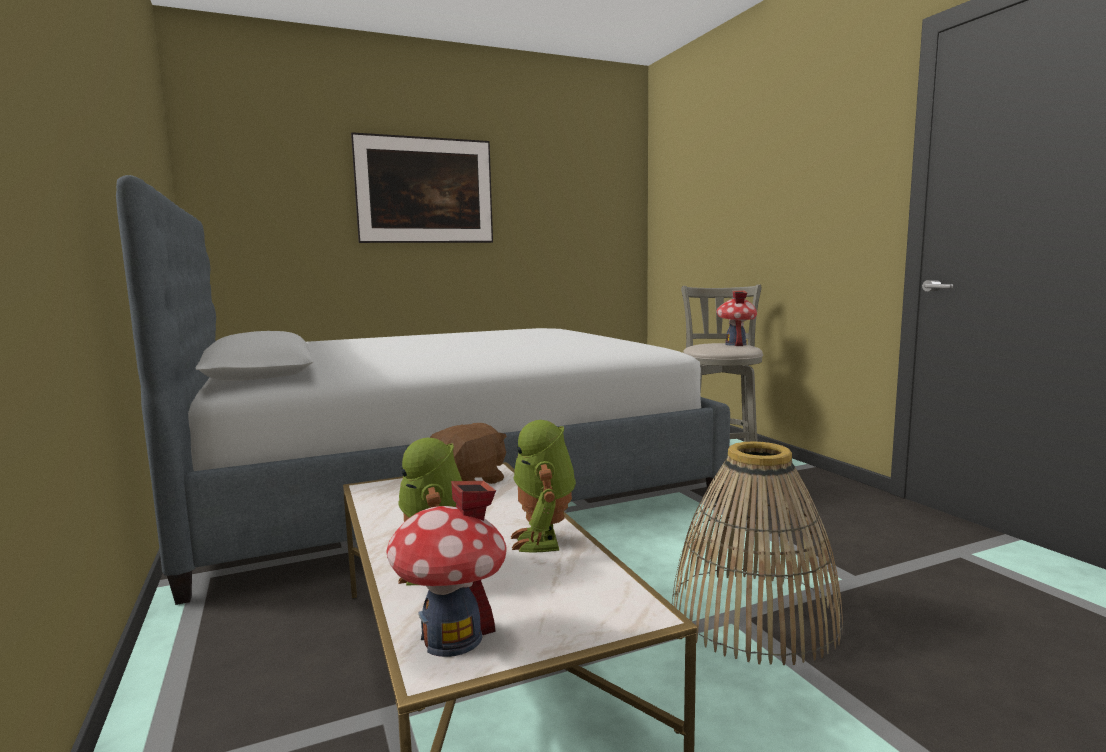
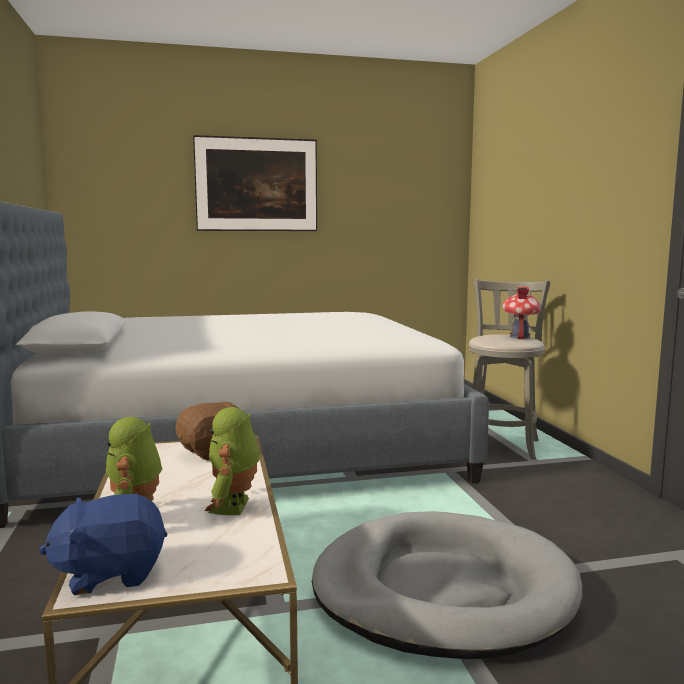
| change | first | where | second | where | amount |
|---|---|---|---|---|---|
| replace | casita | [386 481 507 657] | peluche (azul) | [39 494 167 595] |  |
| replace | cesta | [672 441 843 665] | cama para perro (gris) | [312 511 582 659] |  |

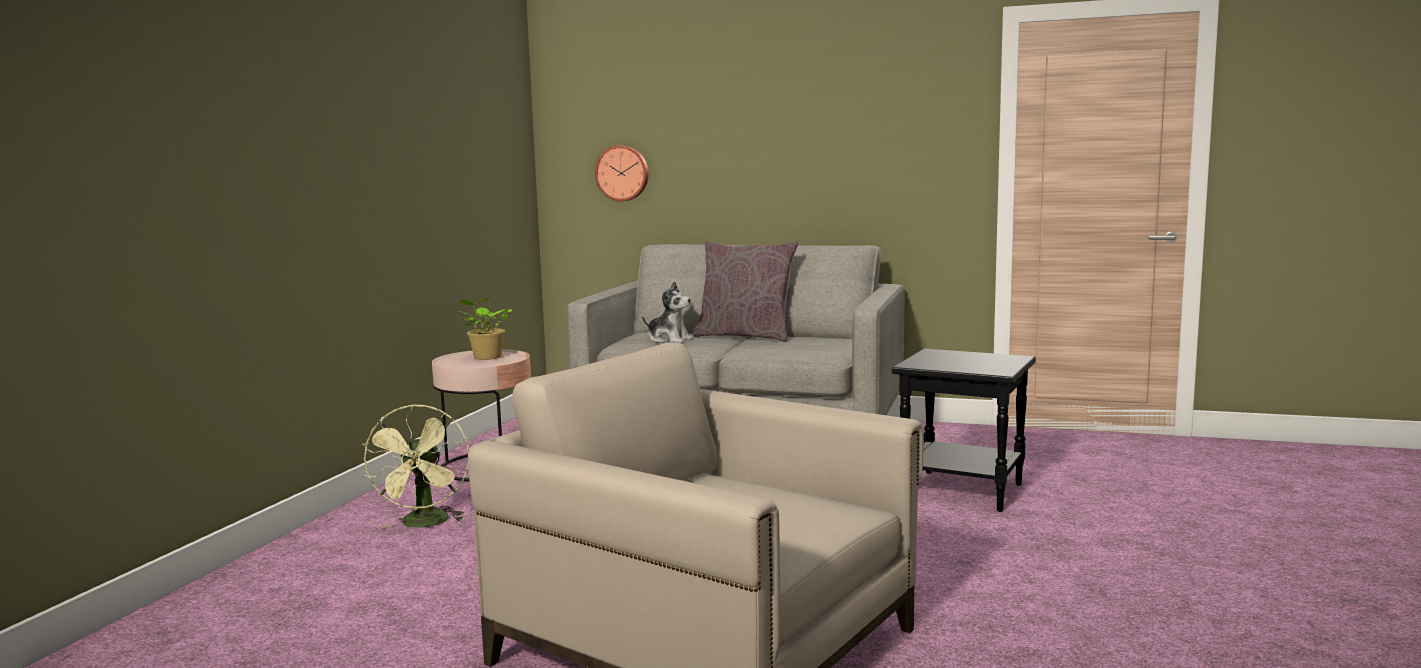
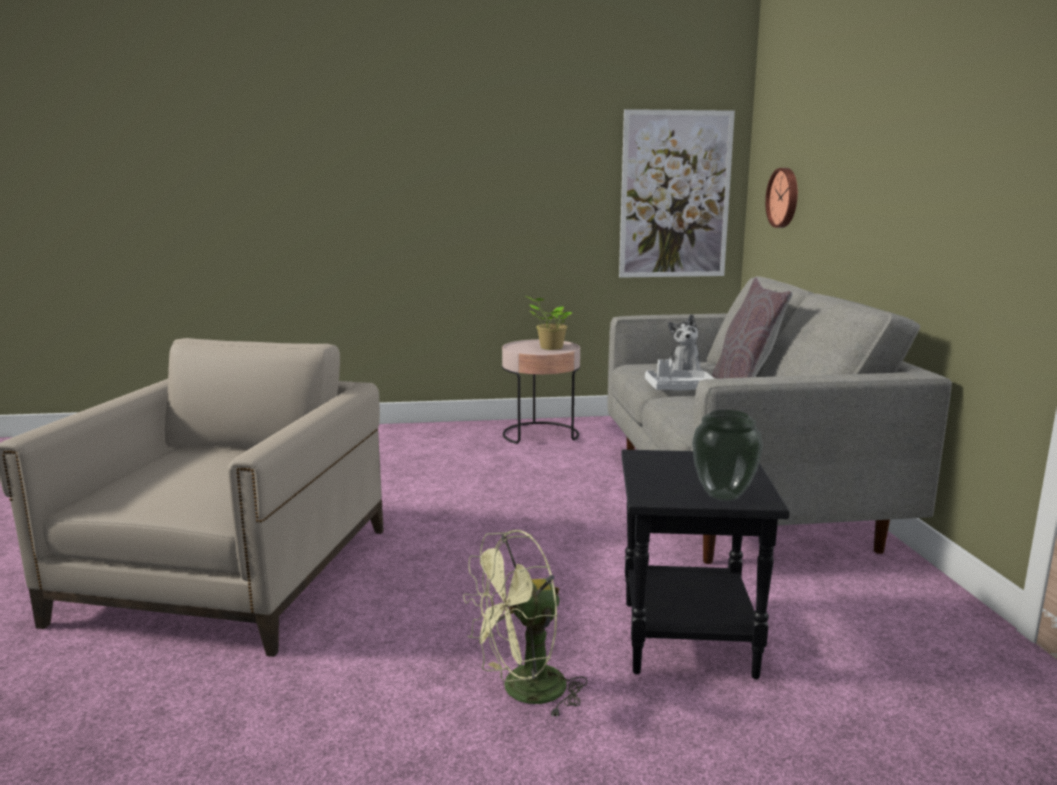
| change | first | where | second | where | amount |
|---|---|---|---|---|---|
| move | ventilador (verde) | [362 404 469 528] |  | [463 530 588 719] |  |
| insert |  |  | cuadro | [619 109 735 278] |  |
| insert |  |  | bandeja (gris) | [645 359 715 390] |  |
| insert |  |  | florero | [692 410 763 501] |  |

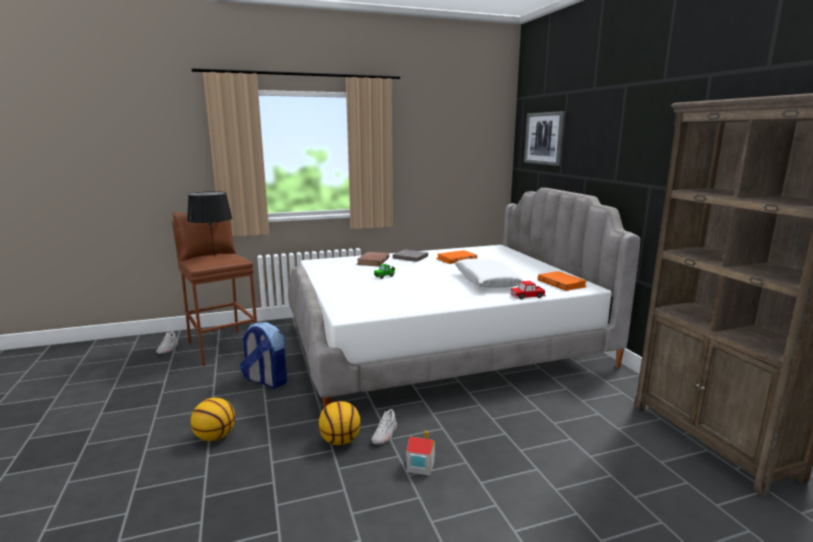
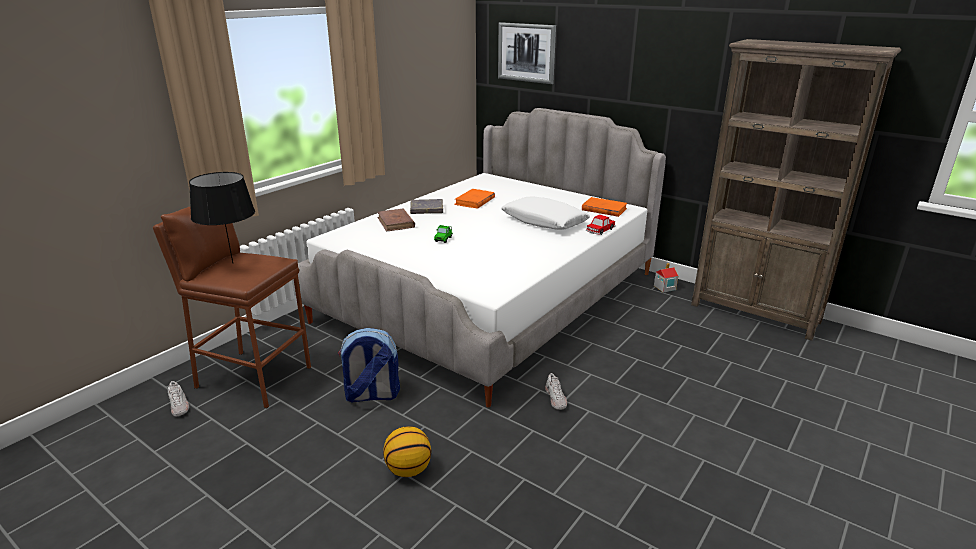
| change | first | where | second | where | amount |
|---|---|---|---|---|---|
| move | casita | [406 431 435 476] |  | [654 263 678 293] |  |
| delete | balón de baloncesto | [319 401 361 445] |  |  |  |

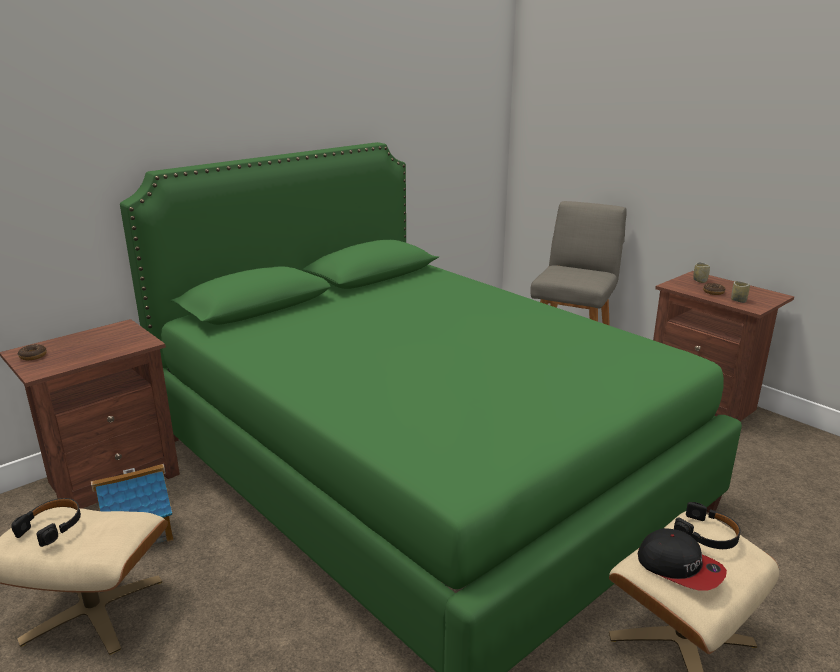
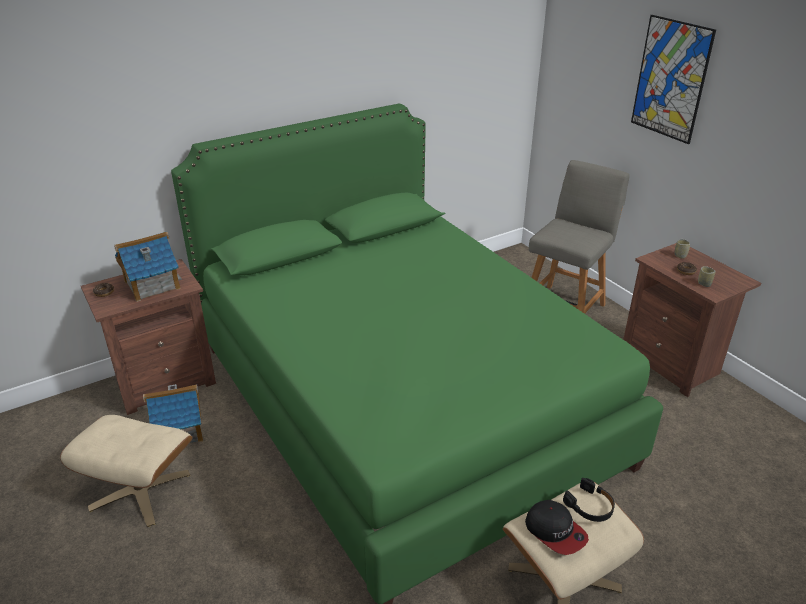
| change | first | where | second | where | amount |
|---|---|---|---|---|---|
| insert |  |  | casita | [114 231 182 302] |  |
| insert |  |  | cuadro | [631 15 716 144] |  |
| delete | auriculares (negro) | [11 498 81 547] |  |  |  |

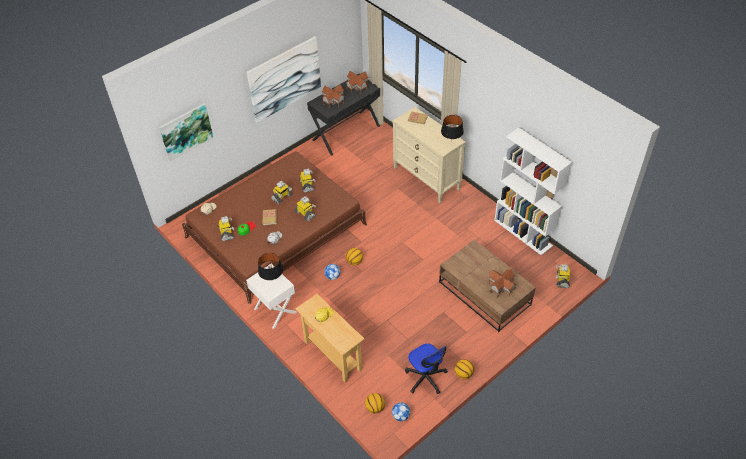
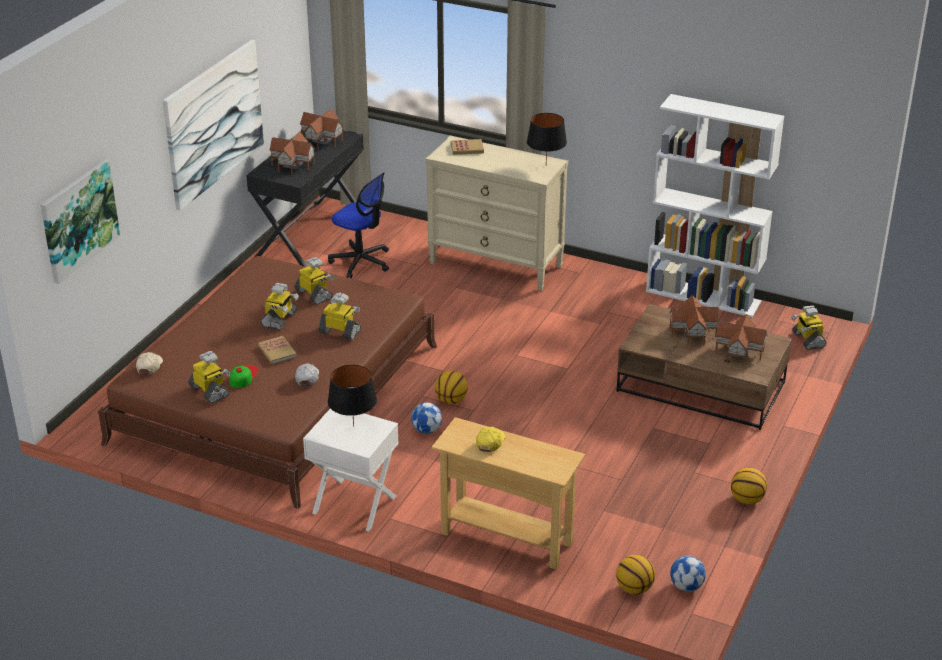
| change | first | where | second | where | amount |
|---|---|---|---|---|---|
| move | silla de oficina | [405 343 448 394] |  | [328 172 389 278] |  |
| insert |  |  | casita | [669 295 720 345] |  |

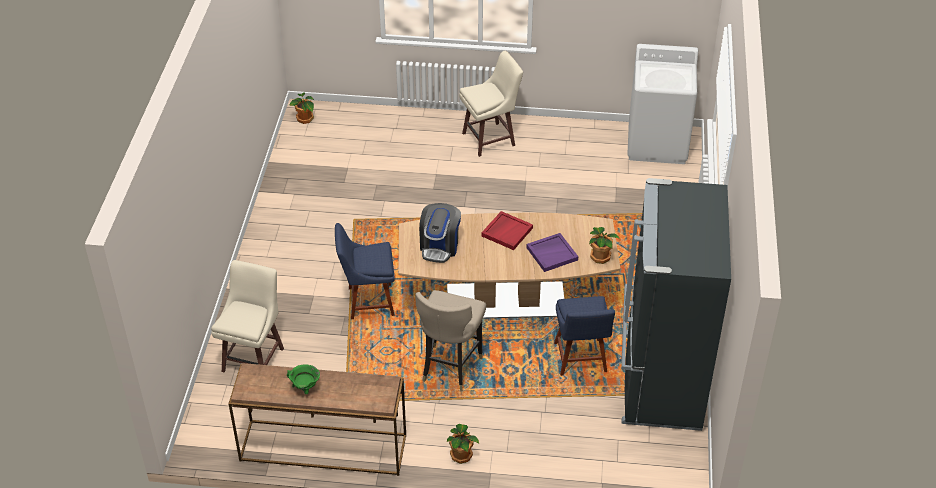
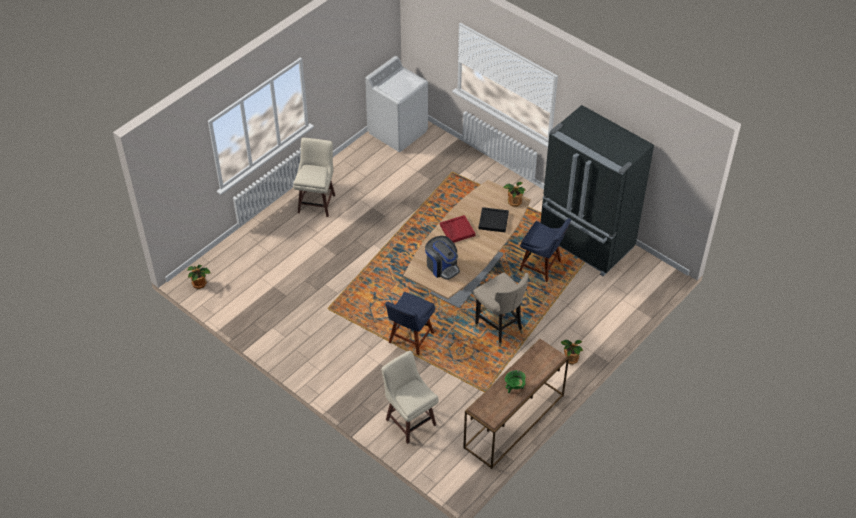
| change | first | where | second | where | amount |
|---|---|---|---|---|---|
| recolor | bandeja (morado) | [527 233 578 272] | bandeja (negro) | [479 207 509 232] |  |

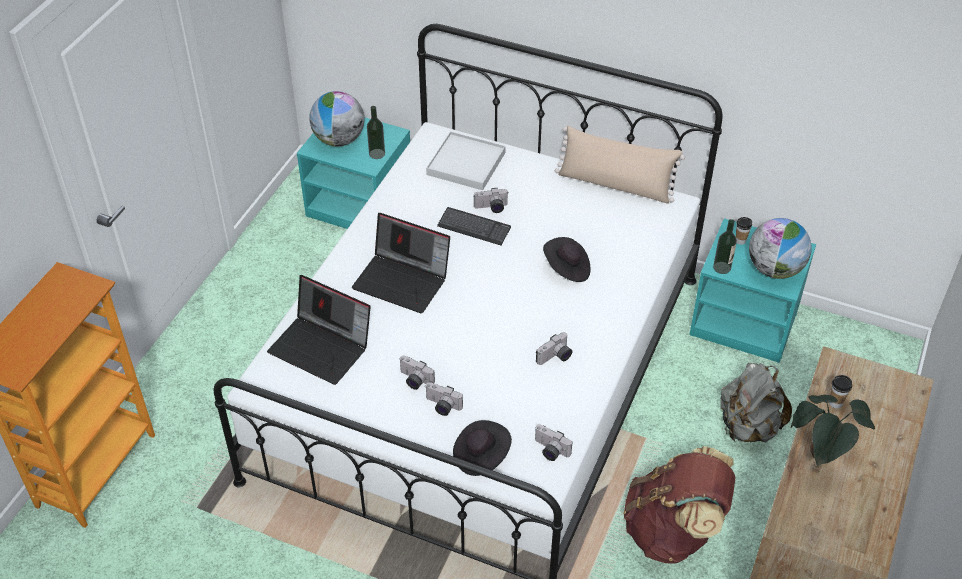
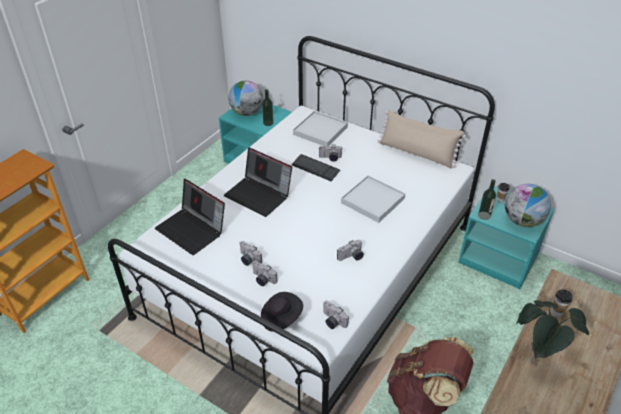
| change | first | where | second | where | amount |
|---|---|---|---|---|---|
| replace | sombrero (negro) | [543 237 591 282] | bandeja (blanco) | [341 175 405 223] |  |
| delete | mochila (gris) | [720 363 792 442] |  |  |  |

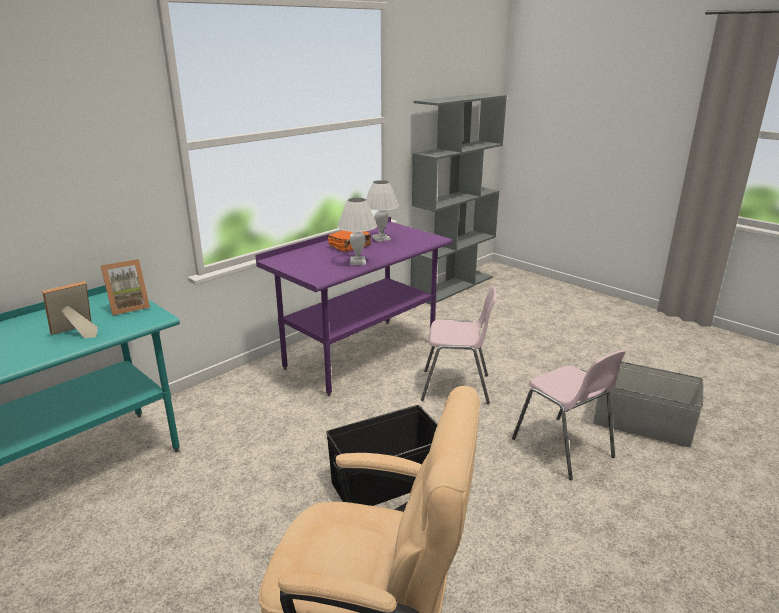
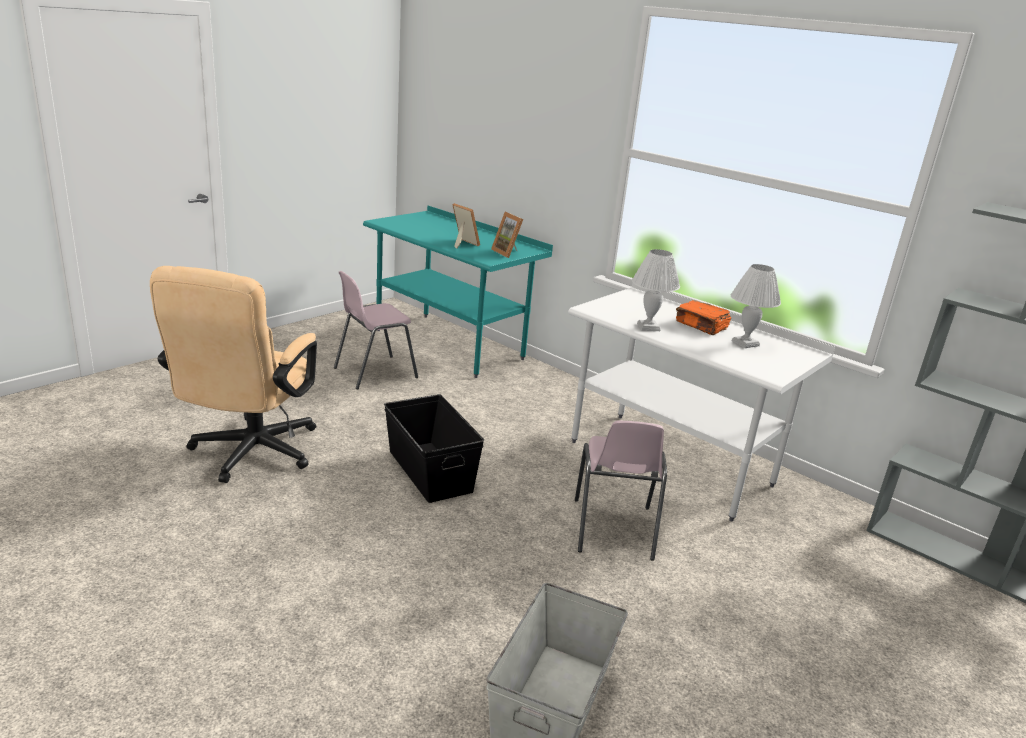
| change | first | where | second | where | amount |
|---|---|---|---|---|---|
| move | silla (rosa) | [512 349 626 480] |  | [334 271 418 389] |  |
| recolor | escritorio (morado) | [255 217 452 396] | escritorio (blanco) | [568 282 835 522] |  |

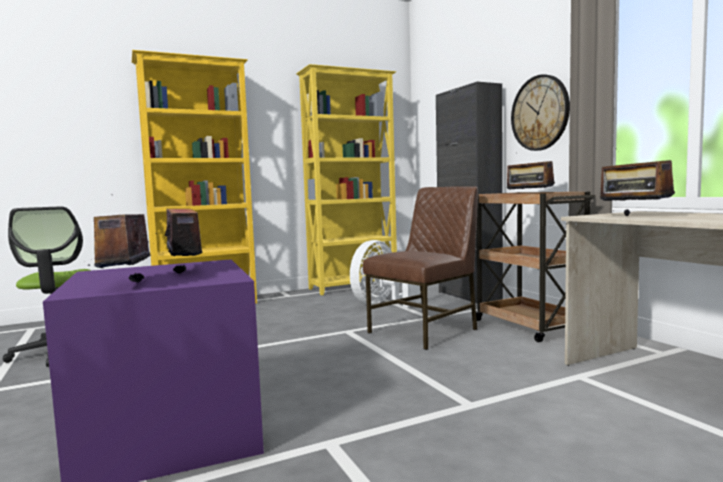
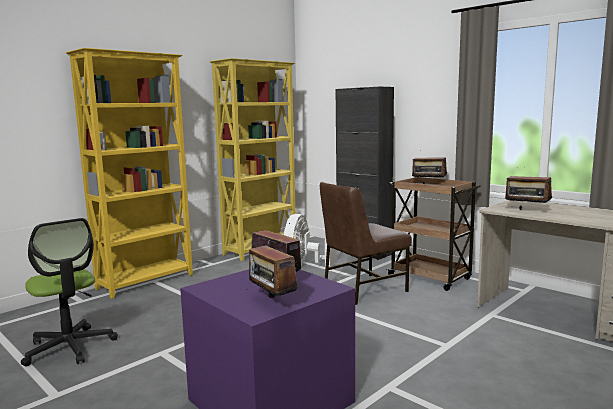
| change | first | where | second | where | amount |
|---|---|---|---|---|---|
| rotate | silla (marrón) | [363 186 478 350] |  | [320 182 412 305] | 150 degrees counterclockwise |
| delete | reloj de pared | [511 74 570 151] |  |  |  |

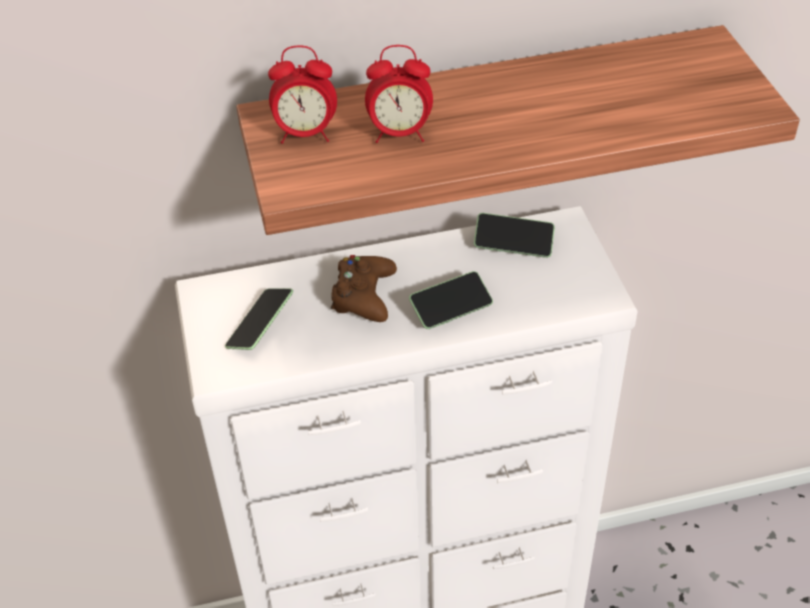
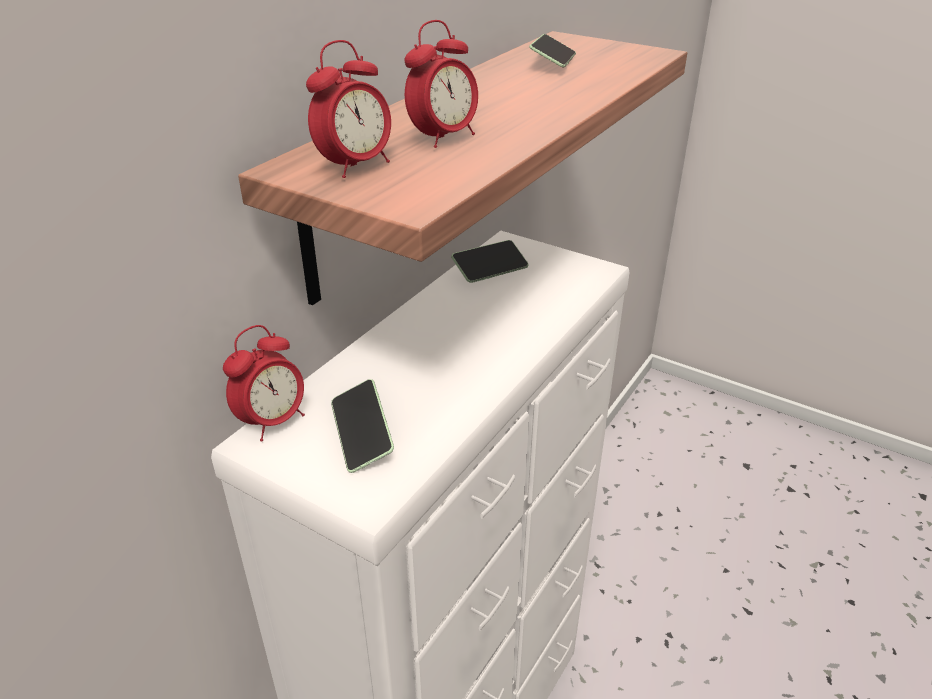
| change | first | where | second | where | amount |
|---|---|---|---|---|---|
| insert |  |  | despertador | [223 325 305 441] |  |
| move | móvil | [409 271 493 329] |  | [529 34 576 67] |  |
| delete | mando de consola (marrón) | [331 255 397 322] |  |  |  |

